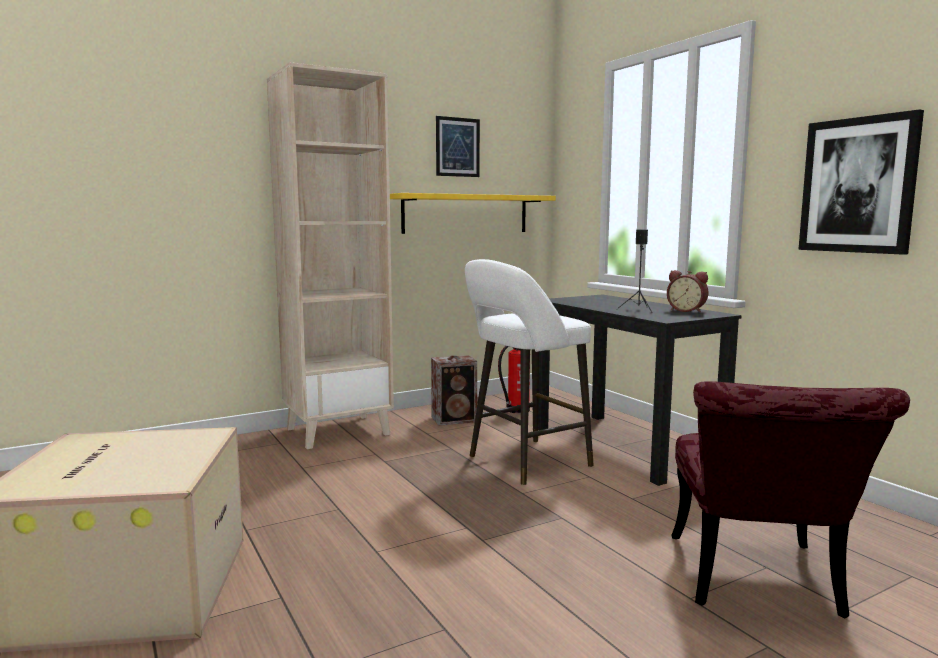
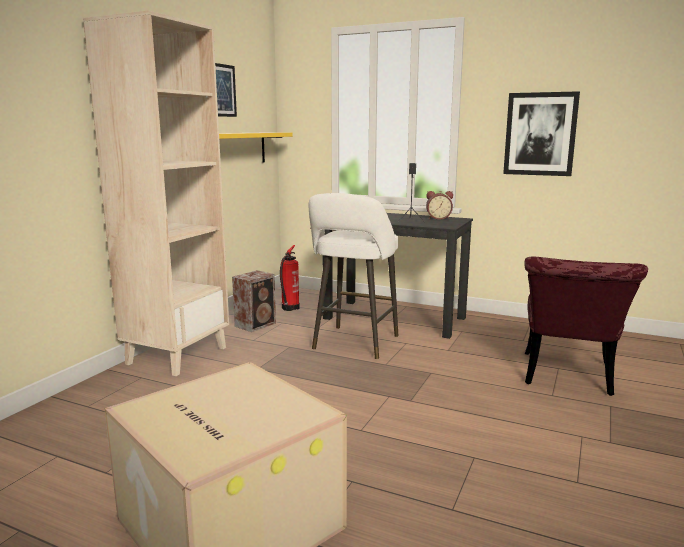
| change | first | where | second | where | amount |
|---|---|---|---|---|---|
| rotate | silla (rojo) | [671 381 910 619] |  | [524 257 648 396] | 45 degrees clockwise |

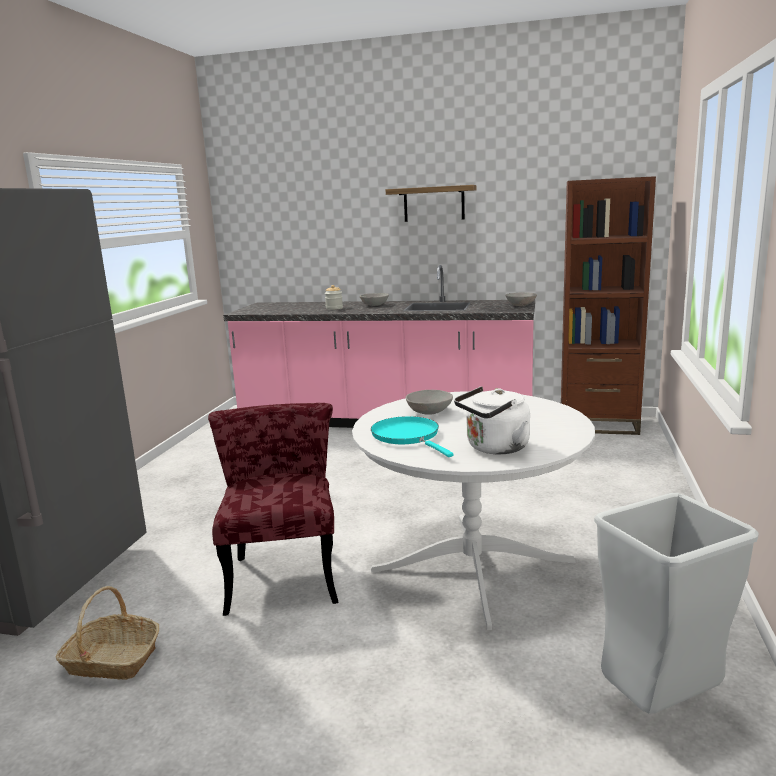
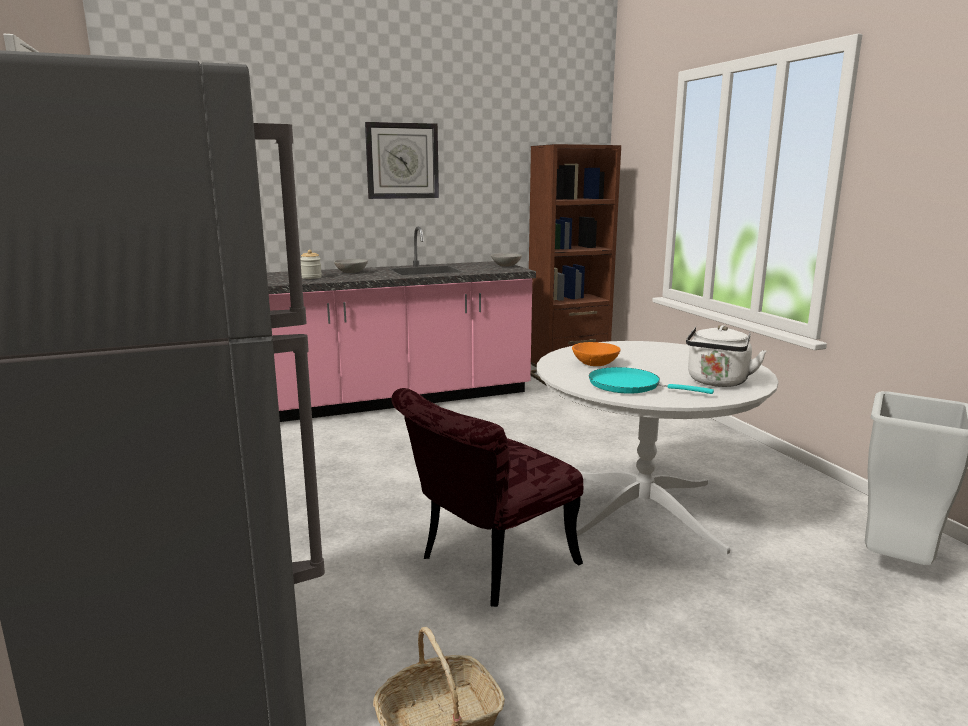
| change | first | where | second | where | amount |
|---|---|---|---|---|---|
| replace | estante | [386 185 477 222] | reloj de pared | [365 122 439 199] |  |
| rotate | silla (rojo) | [208 403 338 616] |  | [392 388 583 607] | 90 degrees counterclockwise |
| recolor | cuenco (gris) | [406 390 453 415] | cuenco (naranja) | [572 342 621 366] |  |

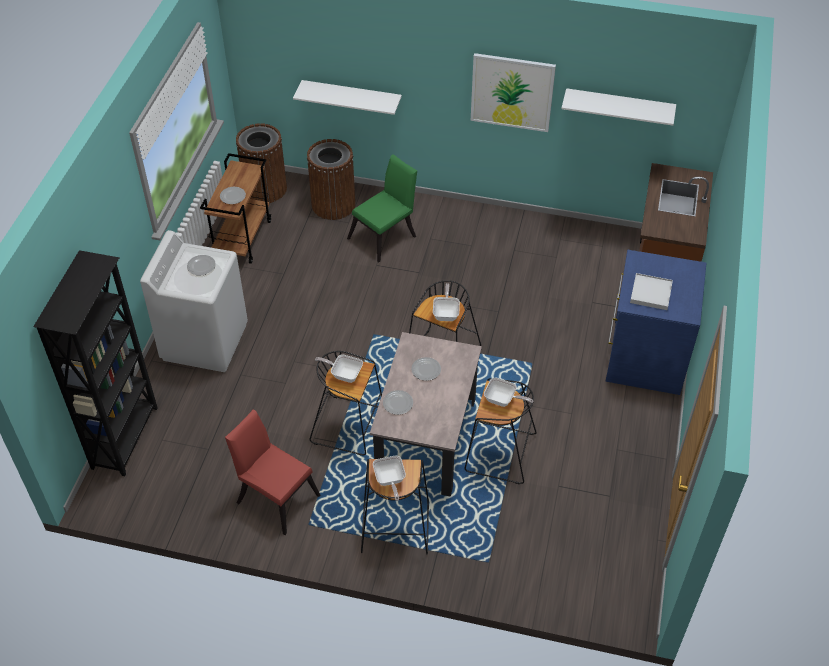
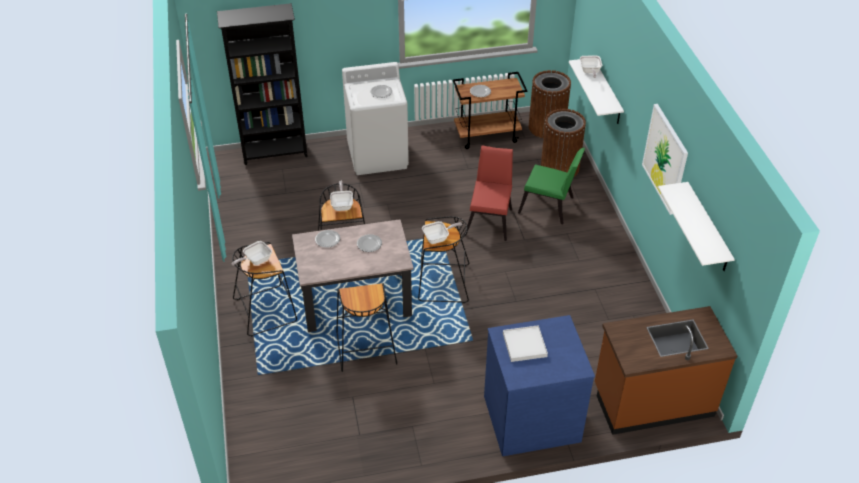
| change | first | where | second | where | amount |
|---|---|---|---|---|---|
| move | silla (rojo) | [225 409 321 535] |  | [465 145 513 241] |  |
| move | sartén | [484 377 534 407] |  | [580 55 602 78] |  |

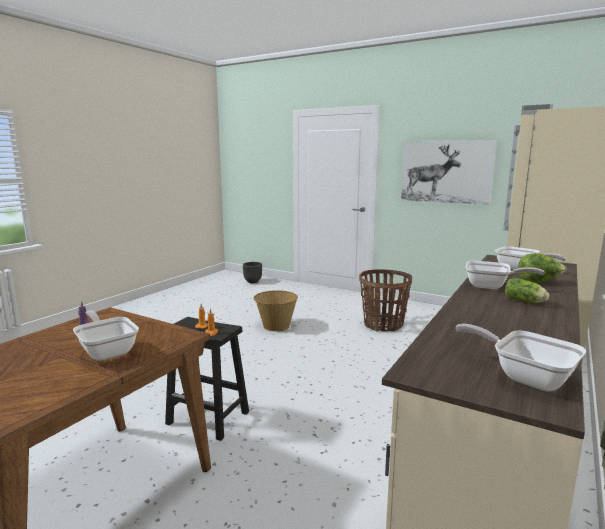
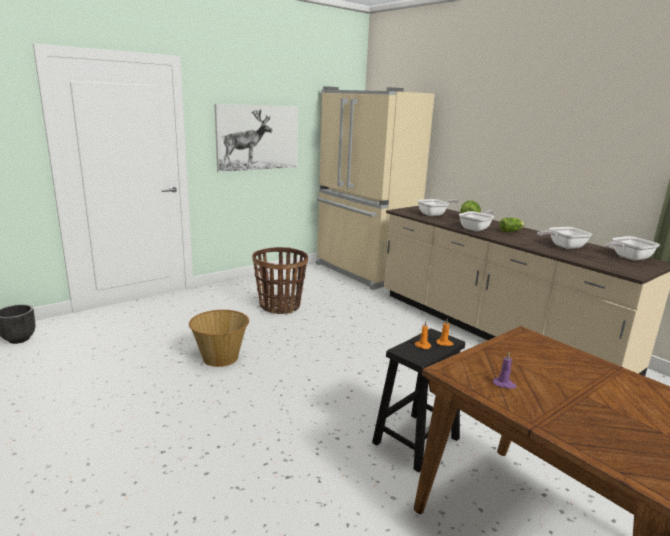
| change | first | where | second | where | amount |
|---|---|---|---|---|---|
| move | sartén | [73 310 139 361] |  | [537 227 592 249] |  |

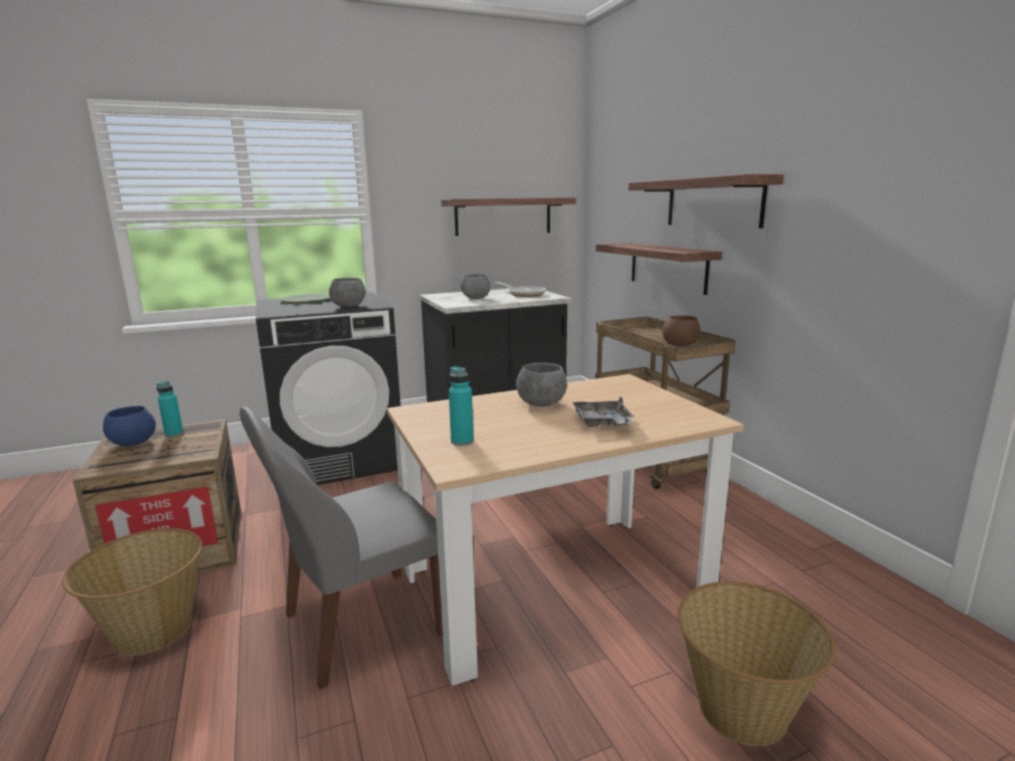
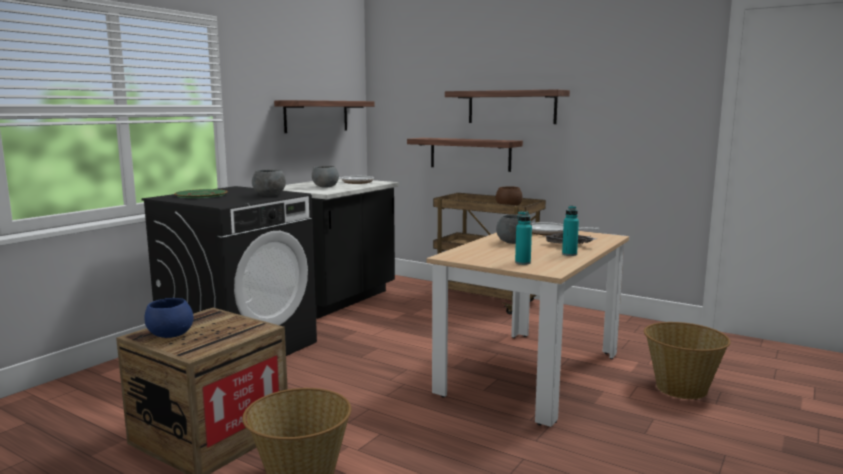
| change | first | where | second | where | amount |
|---|---|---|---|---|---|
| insert |  |  | sartén | [532 222 599 235] |  |
| move | botella (turquesa) | [157 381 183 437] |  | [562 206 579 256] |  |
| delete | silla (gris) | [240 407 443 690] |  |  |  |

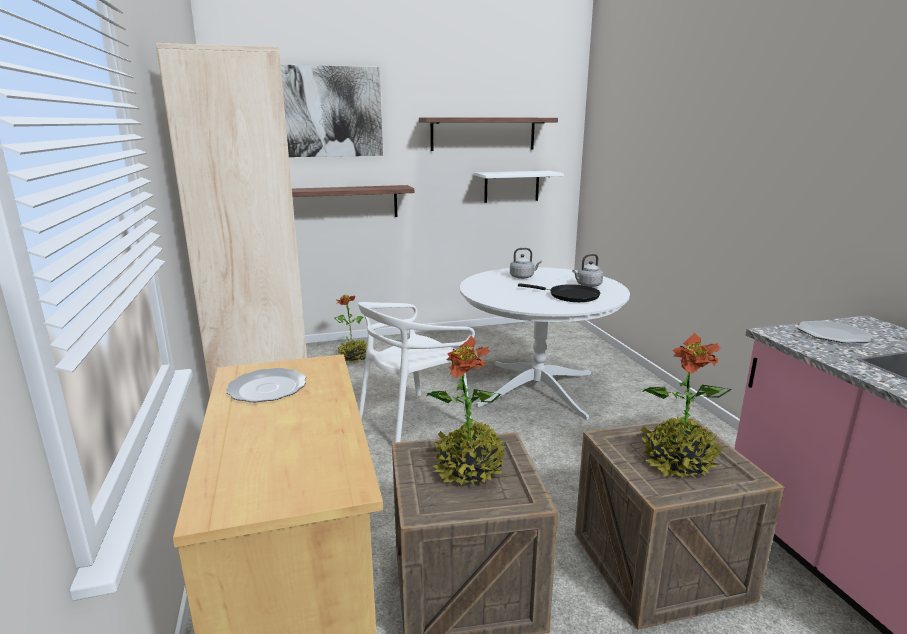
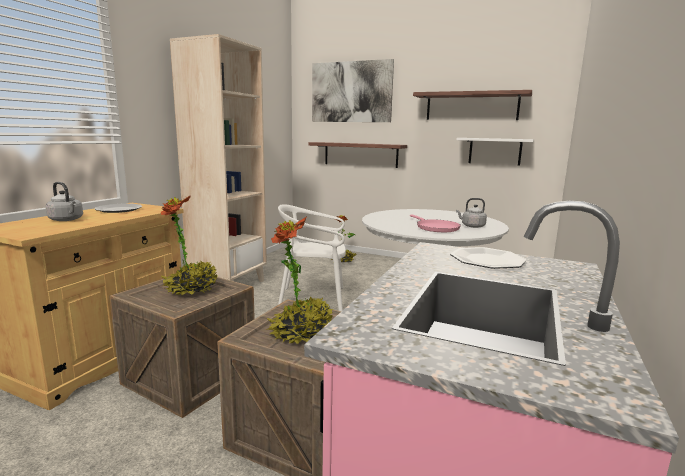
| change | first | where | second | where | amount |
|---|---|---|---|---|---|
| move | hervidor (gris) | [510 248 542 279] |  | [46 182 83 221] |  |
| recolor | sartén (negro) | [518 283 600 302] | sartén (rosa) | [410 214 461 232] |  |

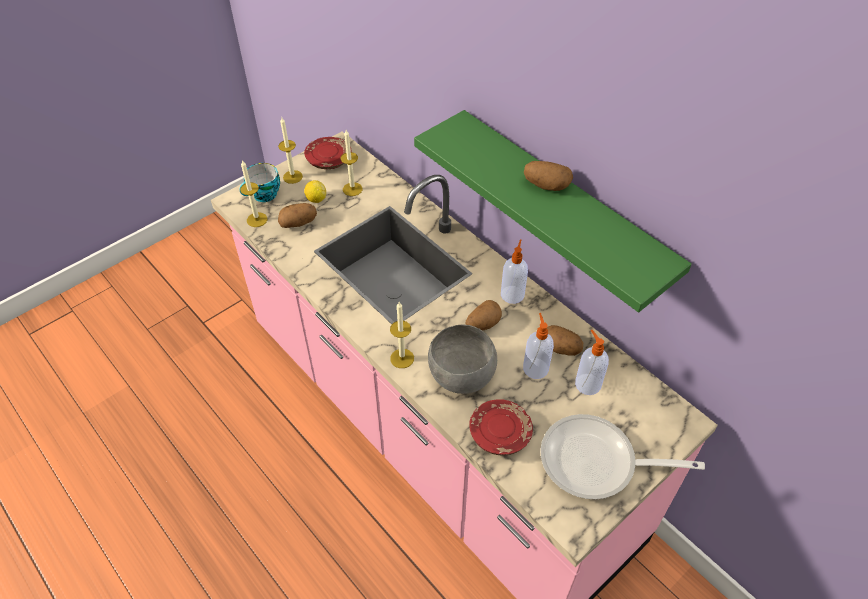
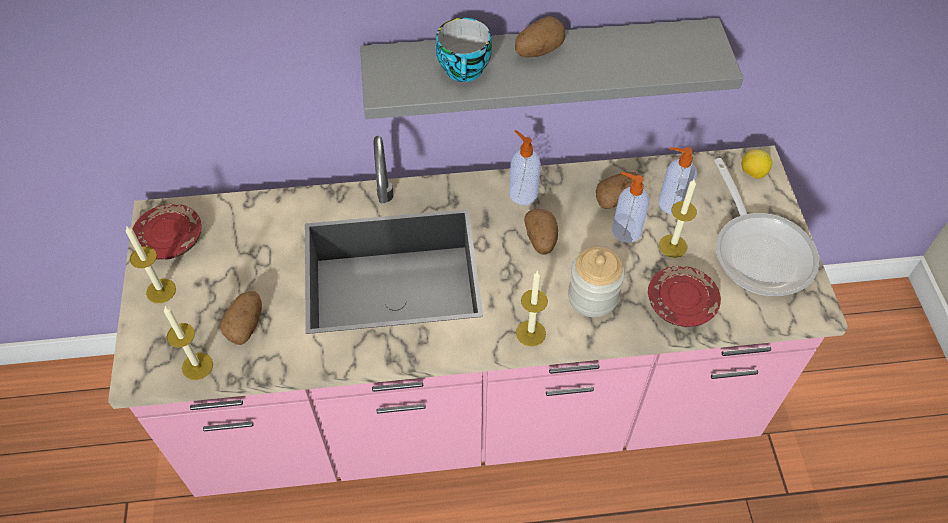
| change | first | where | second | where | amount |
|---|---|---|---|---|---|
| recolor | estante (verde) | [414 110 692 312] | estante (gris) | [360 18 743 119] |  |
| move | taza | [239 163 280 202] |  | [435 18 492 82] |  |
| replace | cuenco (gris) | [428 325 497 394] | tarro | [568 247 625 317] |  |
| move | vela | [341 130 362 196] |  | [659 178 697 258] |  |
| rotate | sartén | [540 414 705 499] |  | [714 158 819 296] | 60 degrees counterclockwise |
| move | limón | [304 180 326 203] |  | [741 150 772 179] |  |

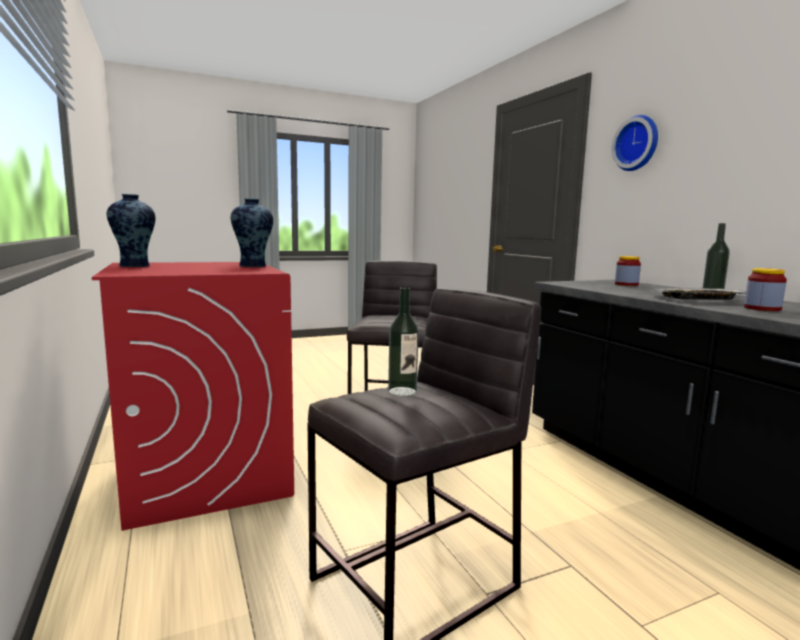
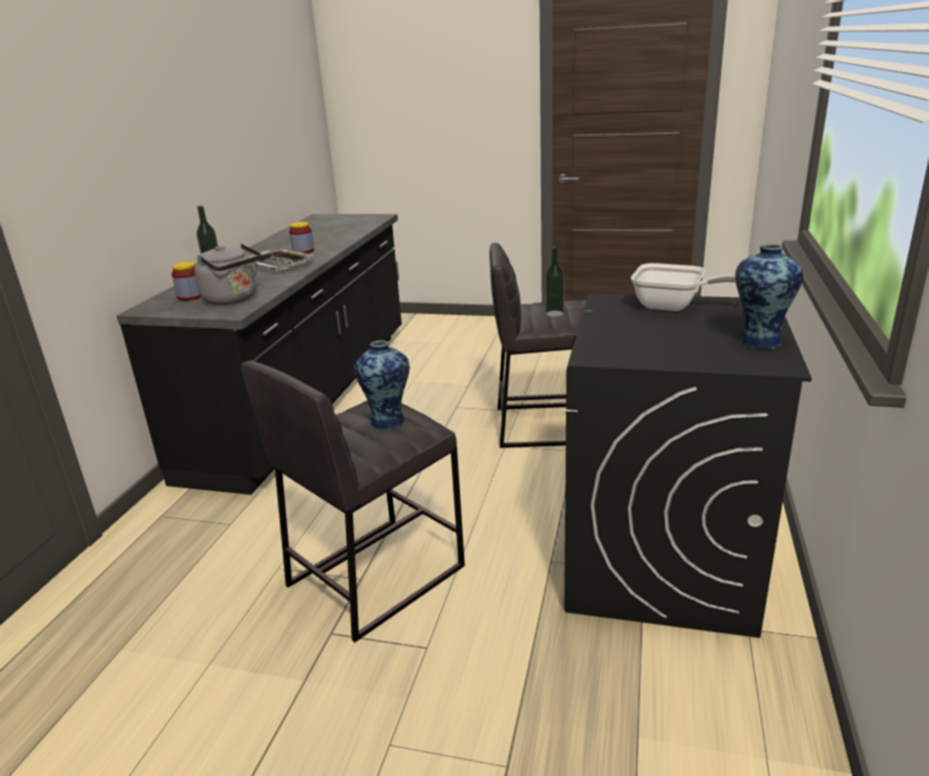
| change | first | where | second | where | amount |
|---|---|---|---|---|---|
| insert |  |  | hervidor (gris) | [194 244 261 305] |  |
| move | florero | [231 198 273 267] |  | [354 340 410 430] |  |
| recolor | lavadora (rojo) | [92 262 294 531] | lavadora (negro) | [564 294 812 638] |  |
| insert |  |  | sartén | [631 263 736 311] |  |
| delete | reloj de pared | [612 115 658 171] |  |  |  |

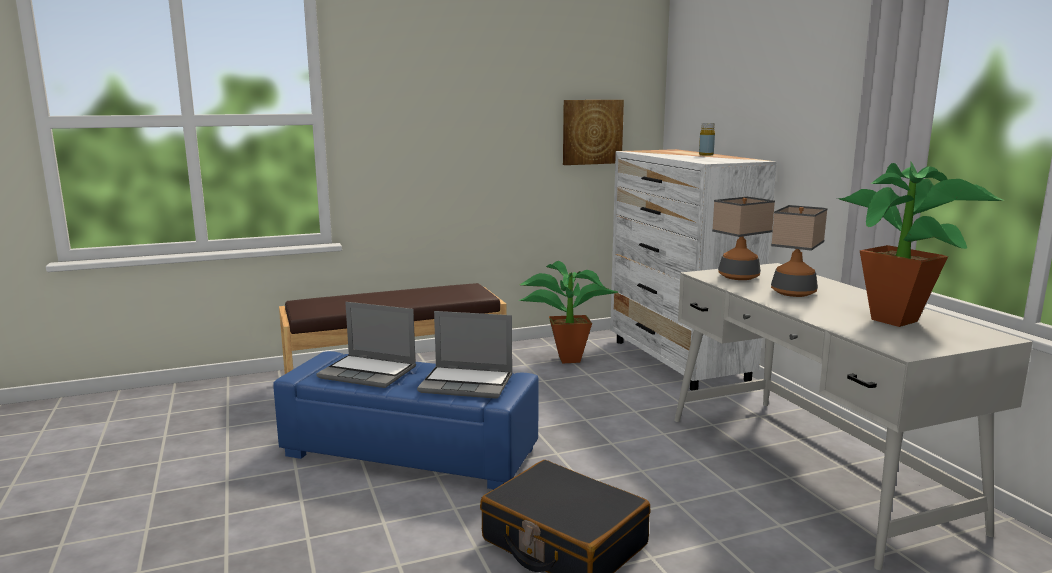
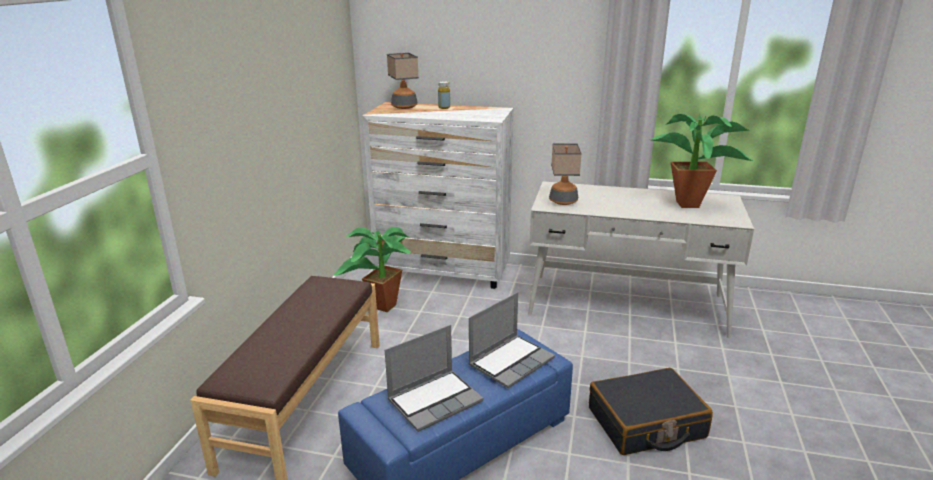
| change | first | where | second | where | amount |
|---|---|---|---|---|---|
| move | lámpara de mesa | [771 205 828 297] |  | [387 53 419 109] |  |
| delete | cuadro | [563 100 624 165] |  |  |  |

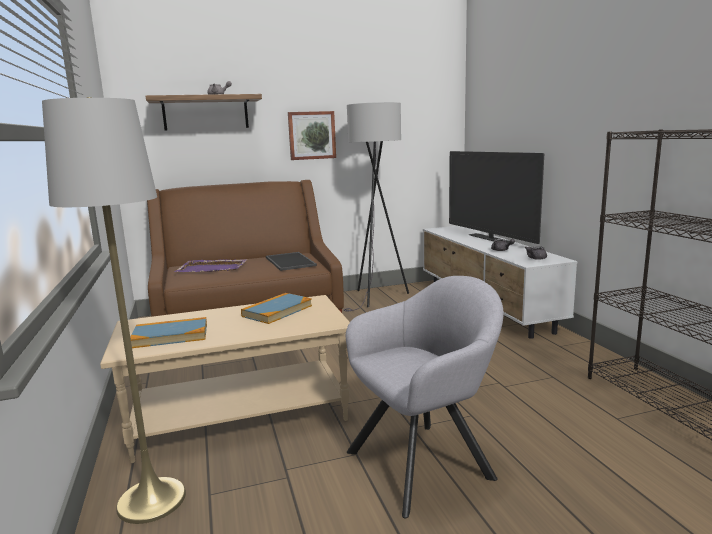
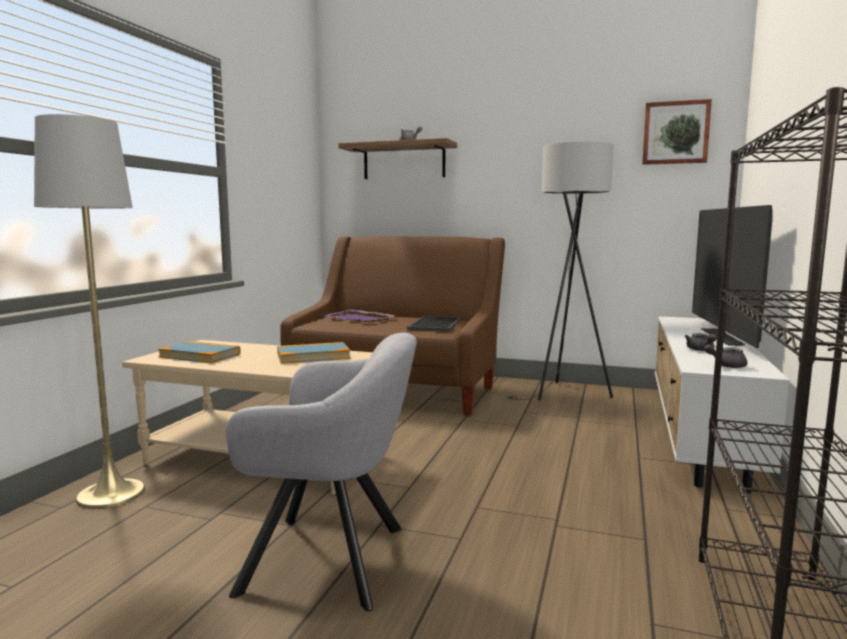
| change | first | where | second | where | amount |
|---|---|---|---|---|---|
| move | cuadro | [288 111 336 160] |  | [642 99 712 165] |  |

